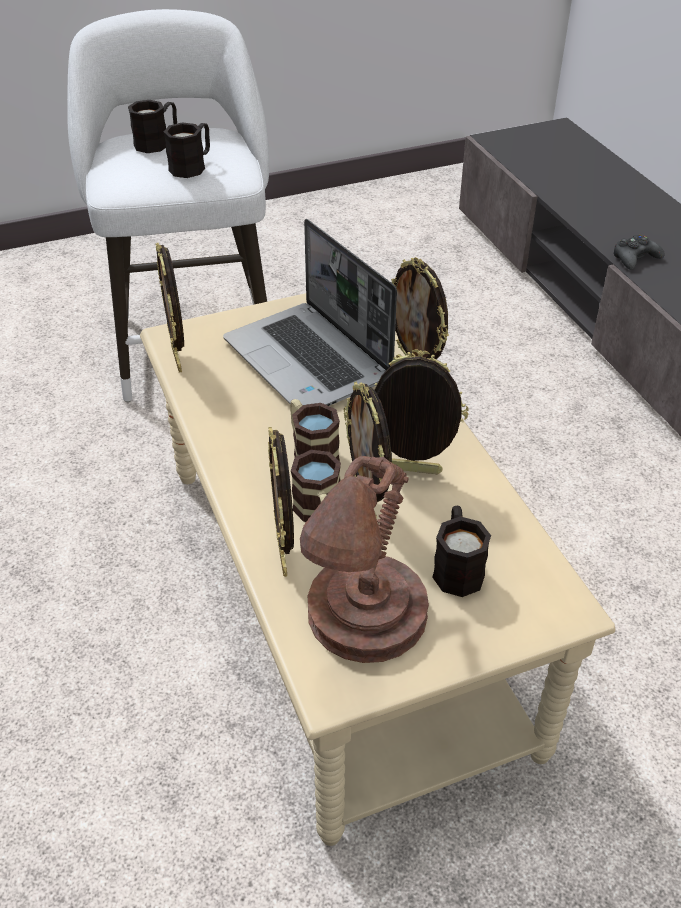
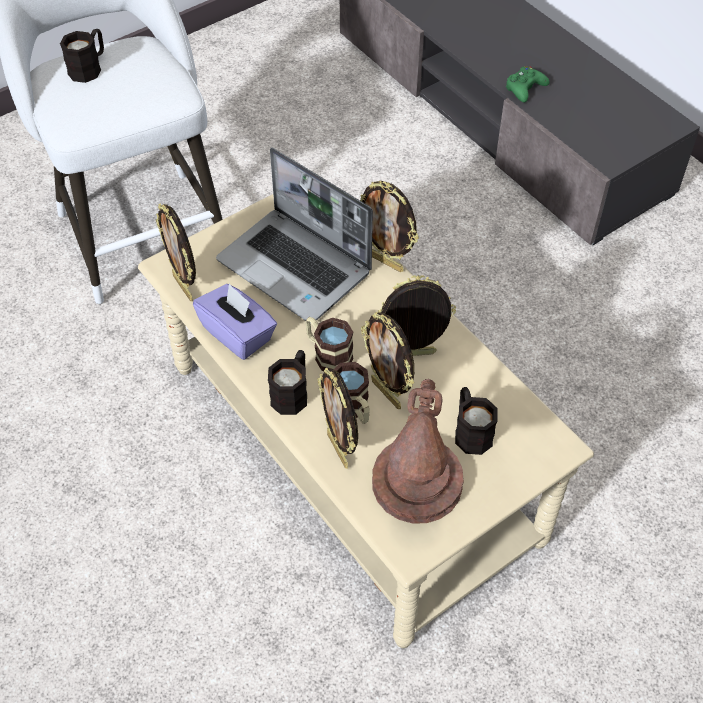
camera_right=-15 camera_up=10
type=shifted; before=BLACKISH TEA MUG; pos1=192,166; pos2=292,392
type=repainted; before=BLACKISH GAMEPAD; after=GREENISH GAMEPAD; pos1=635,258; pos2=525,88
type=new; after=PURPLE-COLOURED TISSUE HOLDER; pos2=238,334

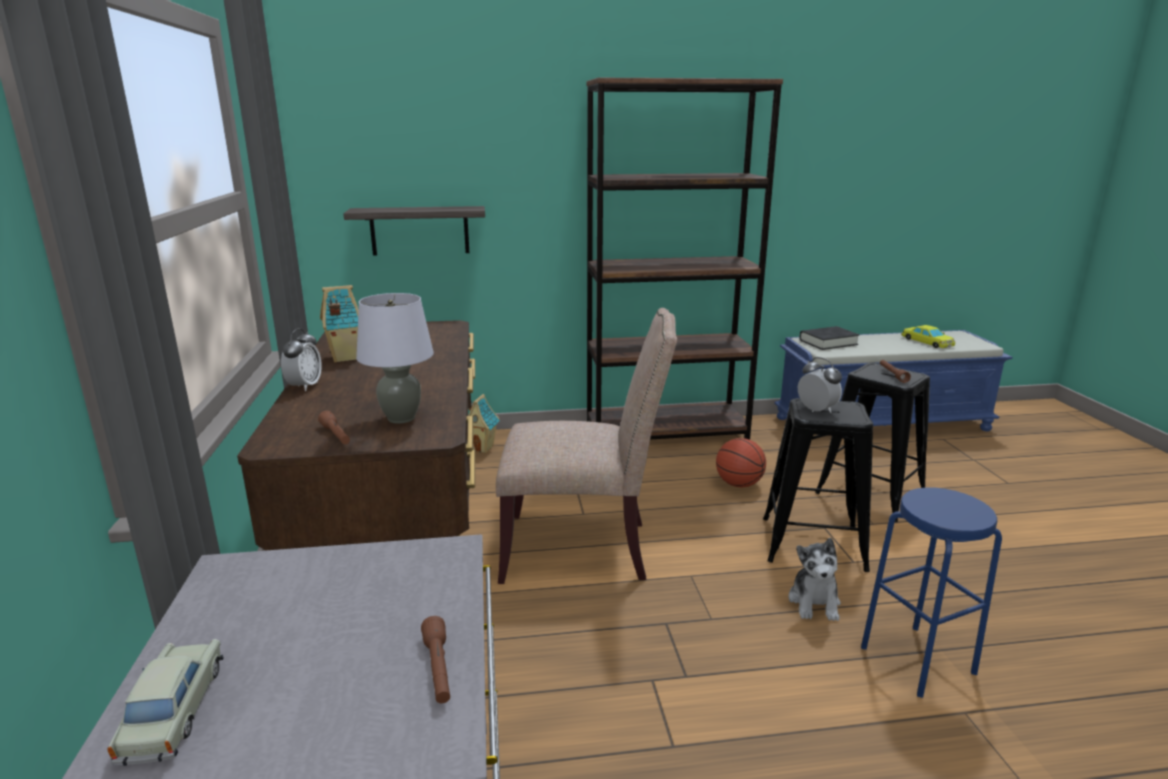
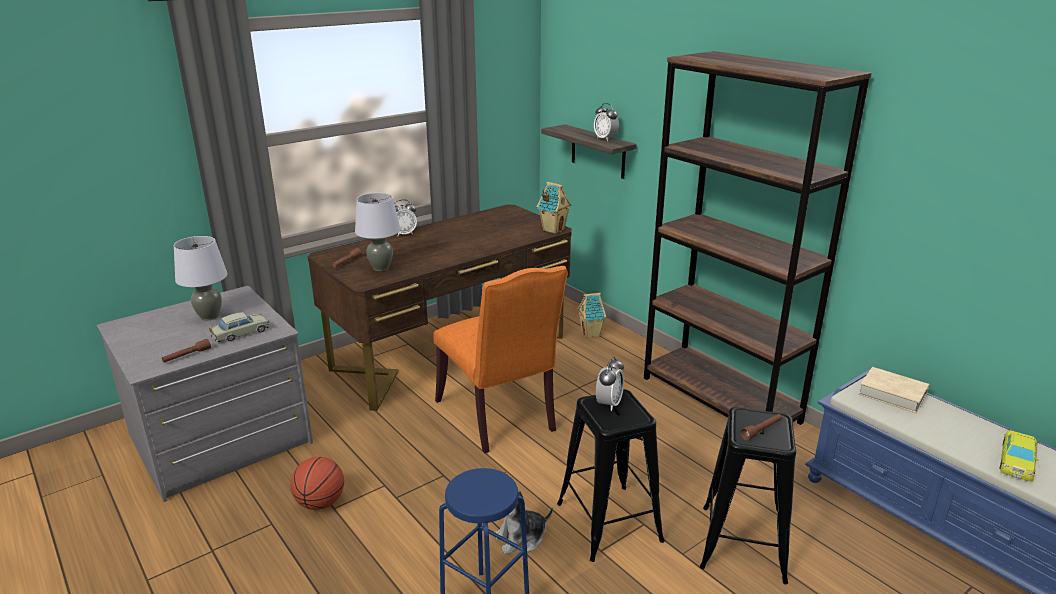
camera_right=60 camera_up=5
type=shifted; before=TOY HOUSE; pos1=344,357; pos2=553,229
type=repainted; before=BEIGE PLAIN CHAIR; after=ORANGE-COLOURED PLAIN CHAIR; pos1=583,549; pos2=500,417
type=repainted; before=BLACKISH BOOK; after=BEIGE BOOK; pos1=828,342; pos2=892,394
type=shifted; before=BASKETBALL; pos1=738,484; pos2=320,503
type=shifted; before=BEIGE MINIATURE CAR; pos1=173,712; pos2=240,333
type=new; after=TABLE CLOCK; pos2=605,139
type=new; after=GRAY TABLETOP LAMP; pos2=209,316

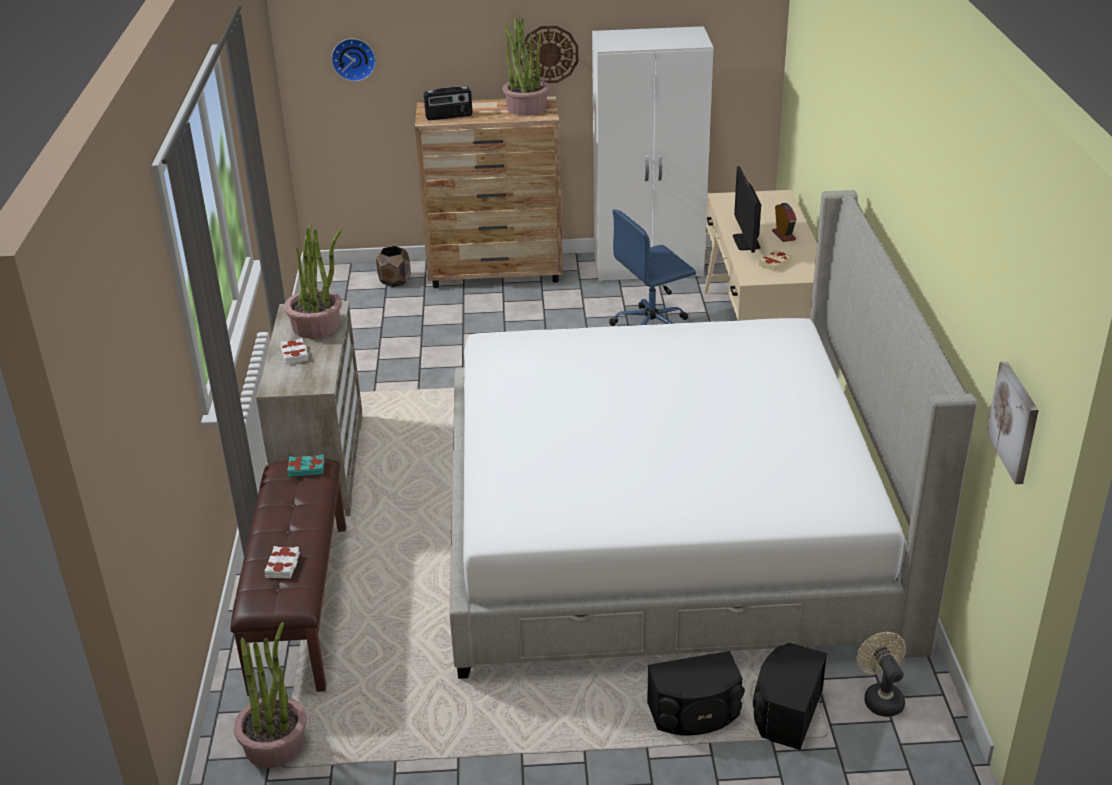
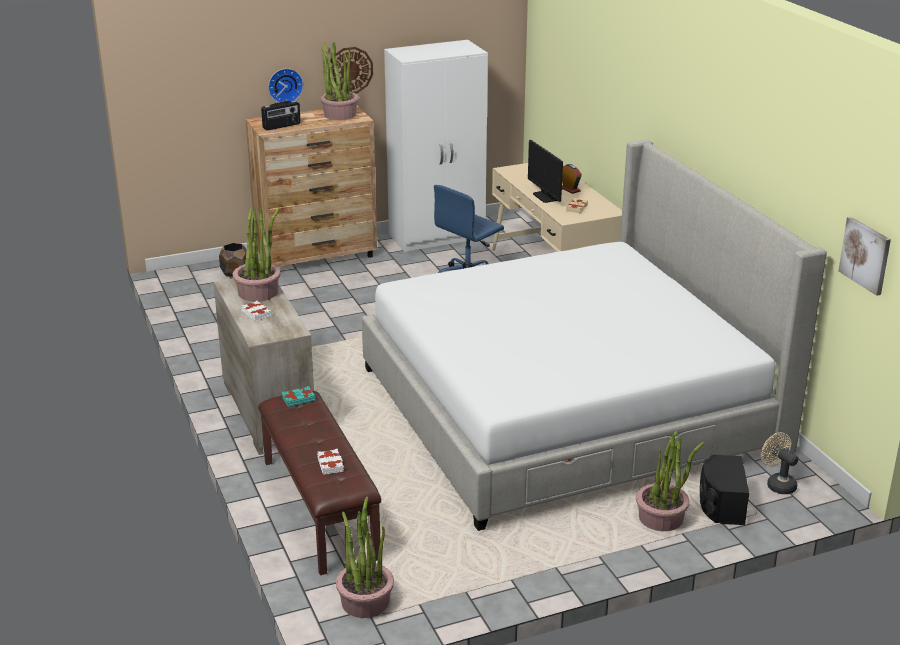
camera_right=-20 camera_up=-5
type=shifted; before=WALL CLOCK; pos1=353,58; pos2=285,85
type=swapped; before=BLACKISH AUDIO SPEAKER; after=HOUSEPLANT; pos1=695,714; pos2=661,518

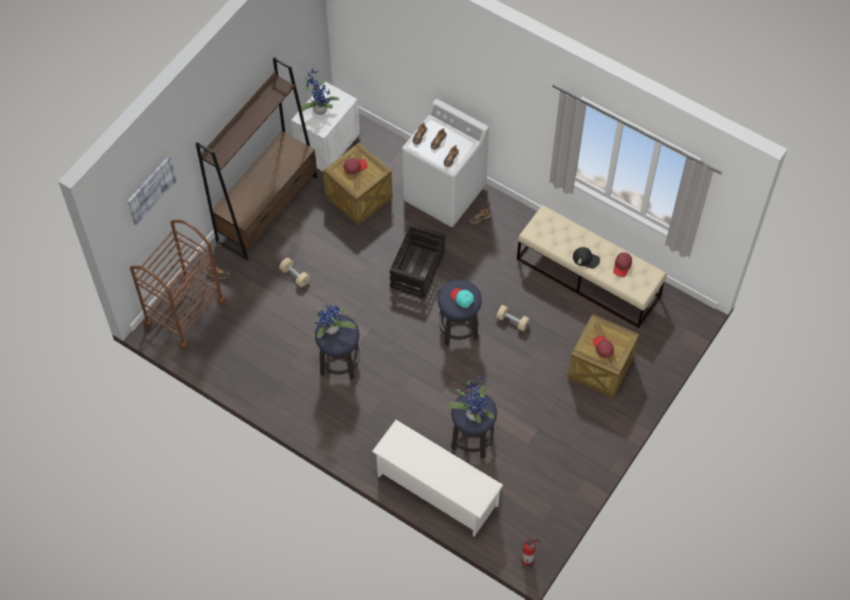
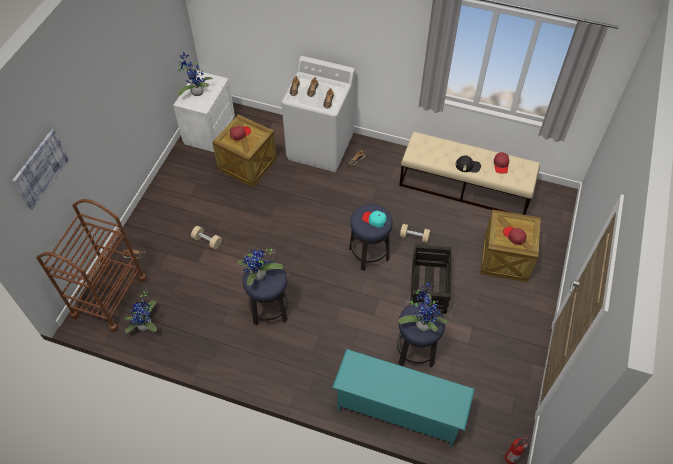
camera_right=-15 camera_up=-5
type=gone; before=BROWN SHELVING UNIT; pos1=267,208
type=shifted; before=PACKING CRATE; pos1=417,270; pos2=429,287
type=repainted; before=WHITE-COLOURED SHOE STAND; after=TURQUOISE-COLOURED SHOE STAND; pos1=436,490; pos2=398,410
type=new; after=HOUSEPLANT; pos2=146,326

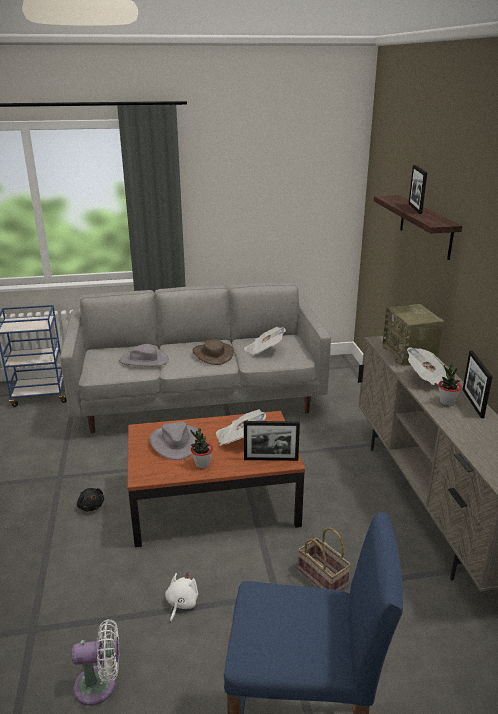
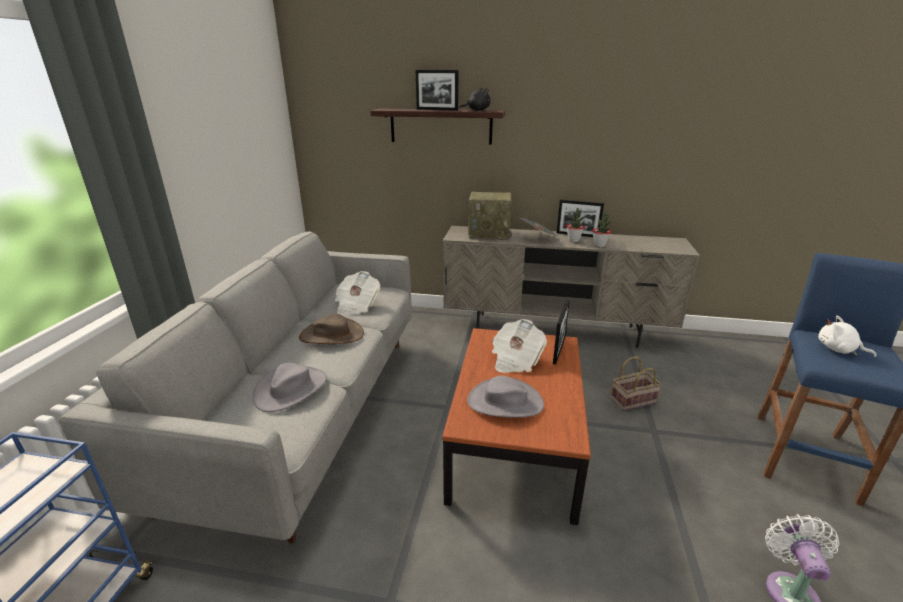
camera_right=-70 camera_up=0
type=shifted; before=HOUSEPLANT; pos1=202,464; pos2=599,245
type=shifted; before=BLACKISH SOFT TOY; pos1=91,506; pos2=476,110
type=shifted; before=WHITE-COLOURED SOFT TOY; pos1=181,603; pos2=838,350

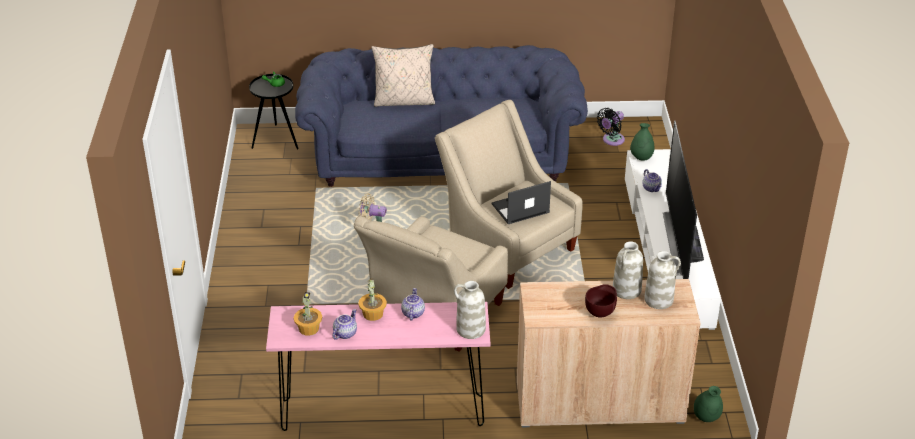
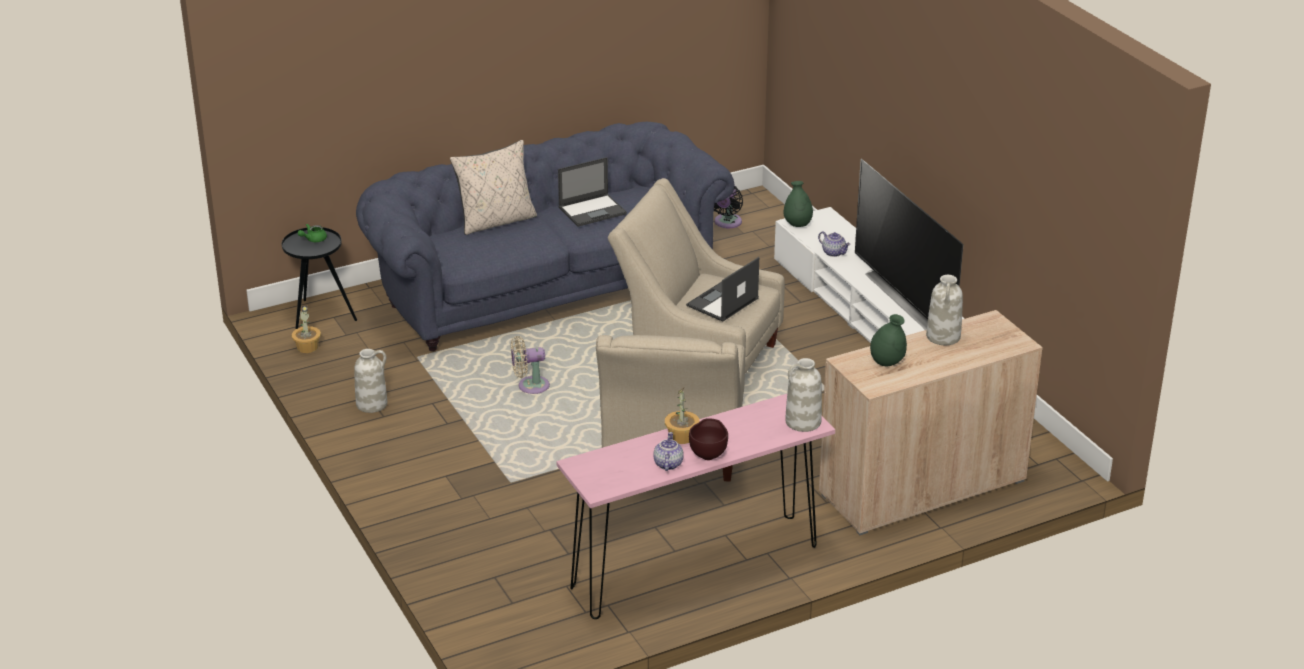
camera_right=-25 camera_up=-5
type=shifted; before=WHITE-COLOURED DECORATIVE VASE; pos1=659,300; pos2=372,404
type=shifted; before=BROWN BOWL; pos1=600,313; pos2=708,455
type=gone; before=POT FOR TEA; pos1=412,313
type=shifted; before=HOUSEPLANT; pos1=309,328; pos2=307,347
type=shifted; before=GREENISH DECORATIVE VASE; pos1=706,417; pos2=887,362
type=new; after=NOTEBOOK COMPUTER; pos2=593,210

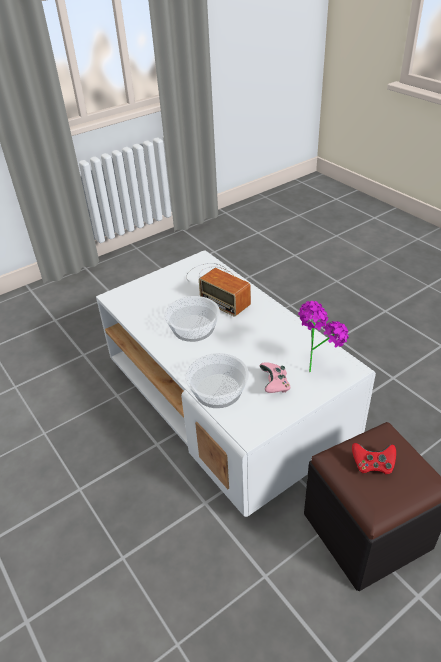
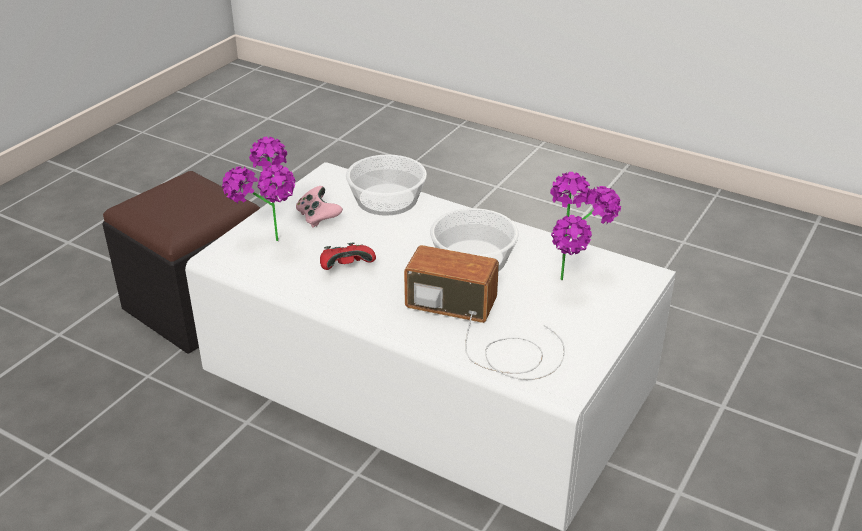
camera_right=155 camera_up=-5
type=shifted; before=REDDISH GAMEPAD; pos1=372,465; pos2=346,268
type=new; after=HOUSEPLANT; pos2=575,285

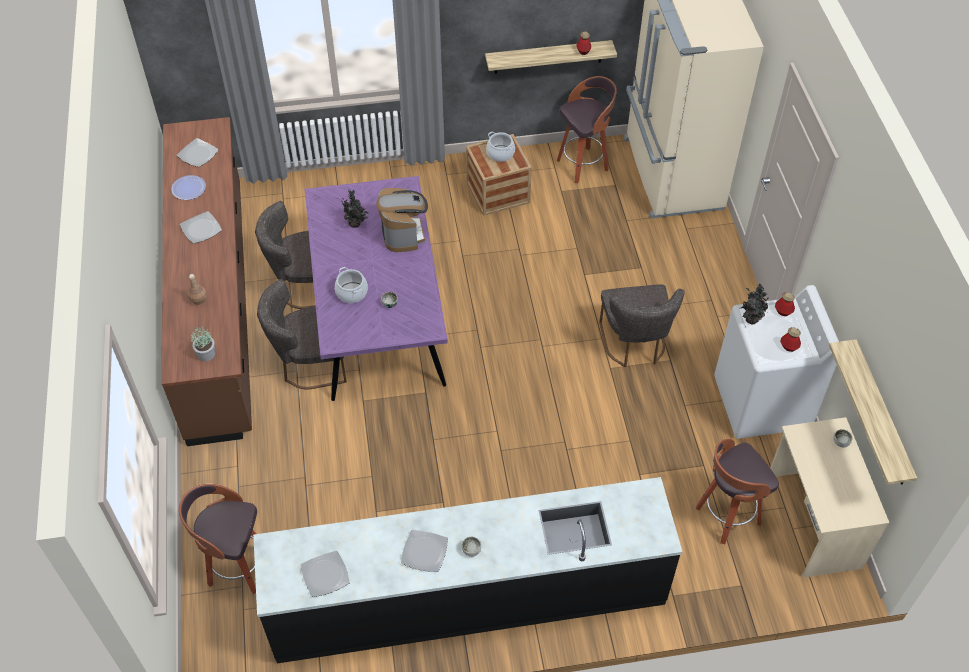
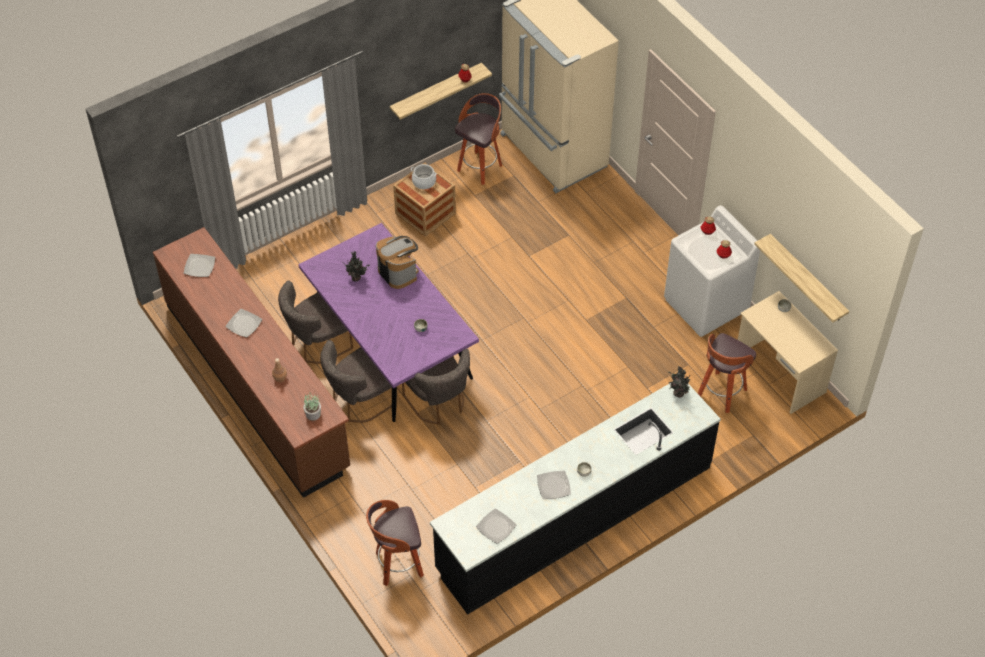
camera_right=-25 camera_up=0
type=gone; before=FLAT DISH; pos1=189,188
type=gone; before=STOCKPOT; pos1=352,292
type=shifted; before=HOUSEPLANT; pos1=750,319; pos2=678,393
type=shifted; before=GRAY PLAIN CHAIR; pos1=634,345; pos2=438,403

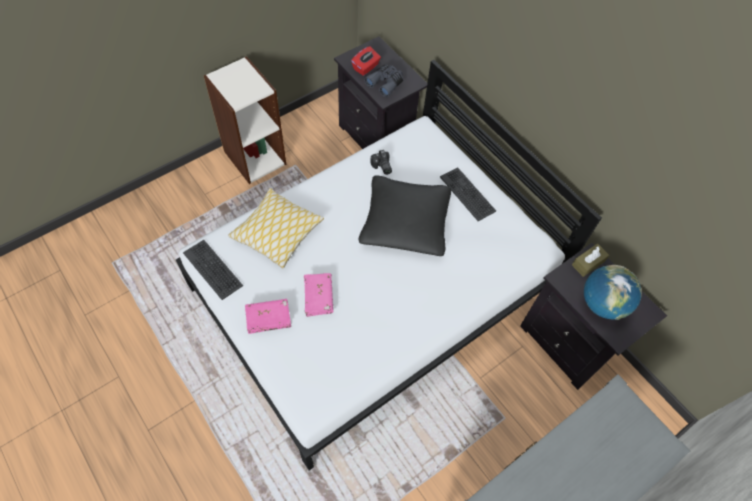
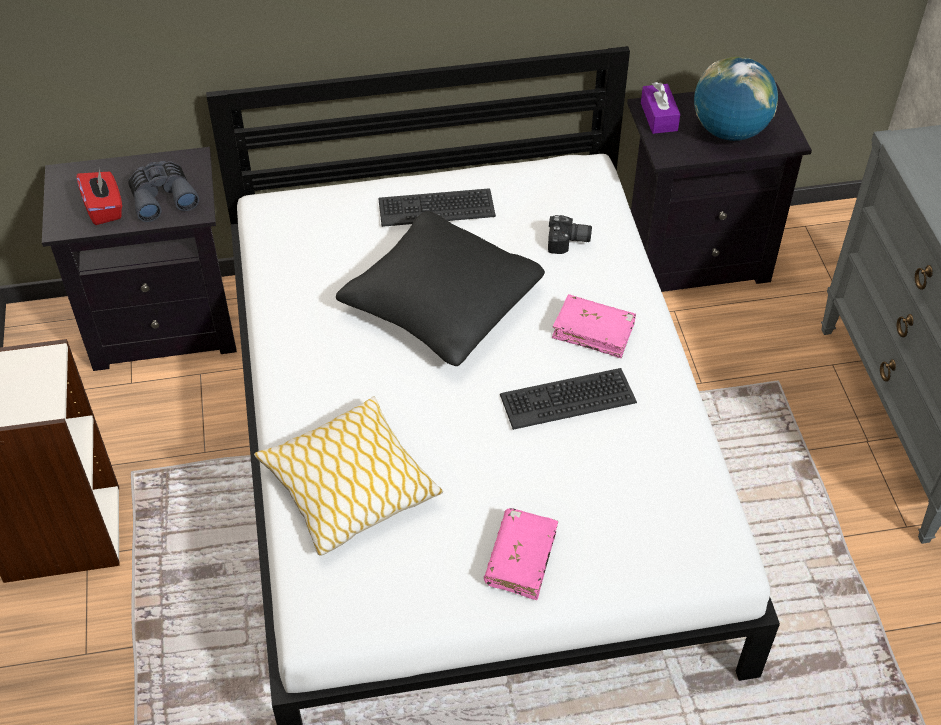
camera_right=-60 camera_up=-10
type=shifted; before=PHOTO CAMERA; pos1=381,167; pos2=568,242
type=shifted; before=KEYBOARD; pos1=213,269; pos2=567,398
type=repainted; before=BROWN TISSUE HOLDER; after=PURPLE-COLOURED TISSUE HOLDER; pos1=588,263; pos2=659,117
type=shifted; before=PINK-COLOURED BOOK; pos1=318,297; pos2=593,332

